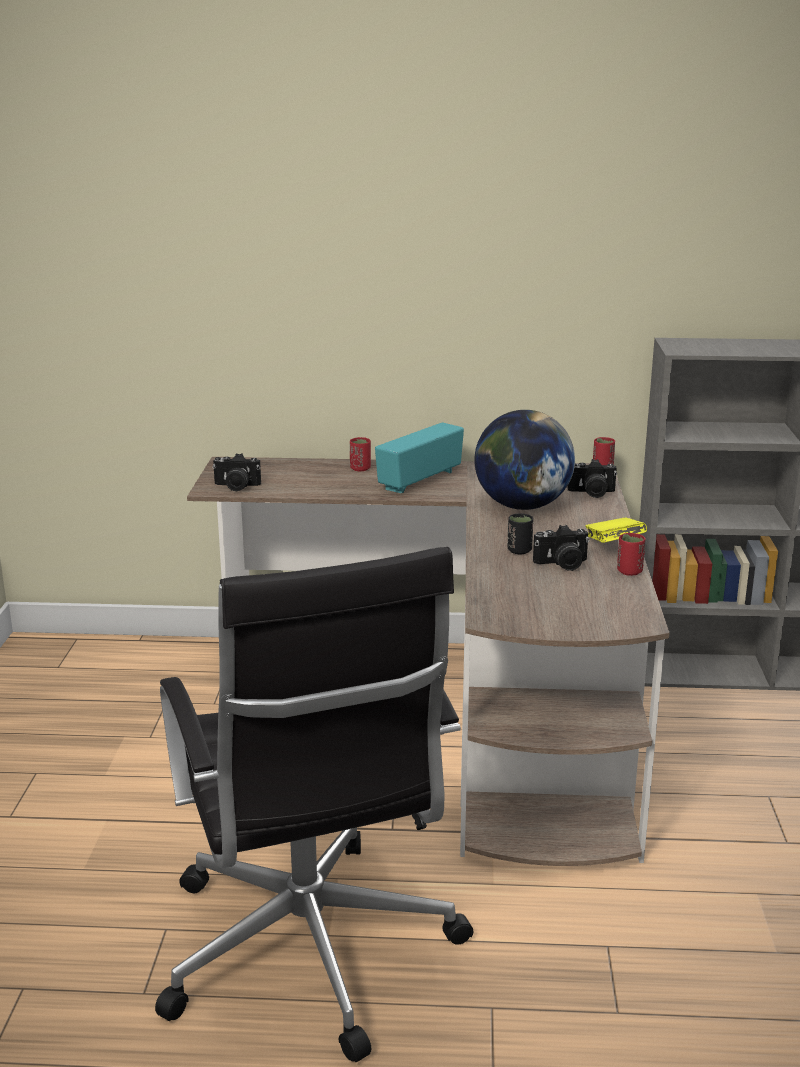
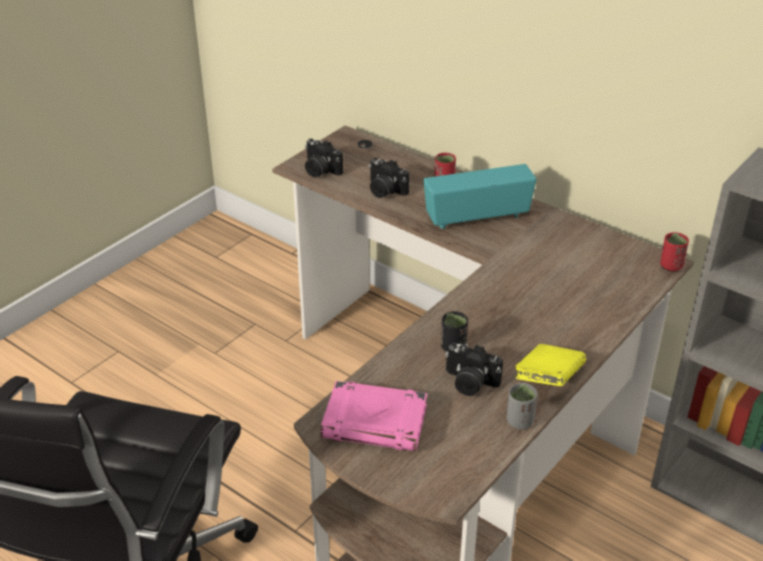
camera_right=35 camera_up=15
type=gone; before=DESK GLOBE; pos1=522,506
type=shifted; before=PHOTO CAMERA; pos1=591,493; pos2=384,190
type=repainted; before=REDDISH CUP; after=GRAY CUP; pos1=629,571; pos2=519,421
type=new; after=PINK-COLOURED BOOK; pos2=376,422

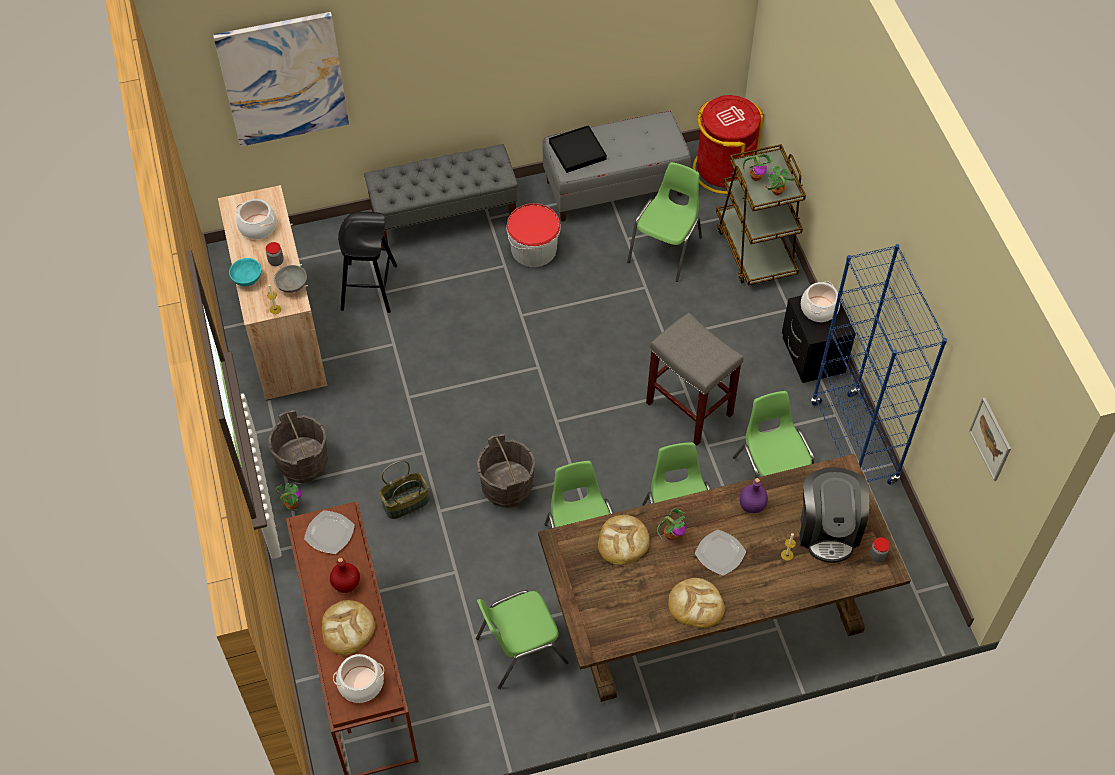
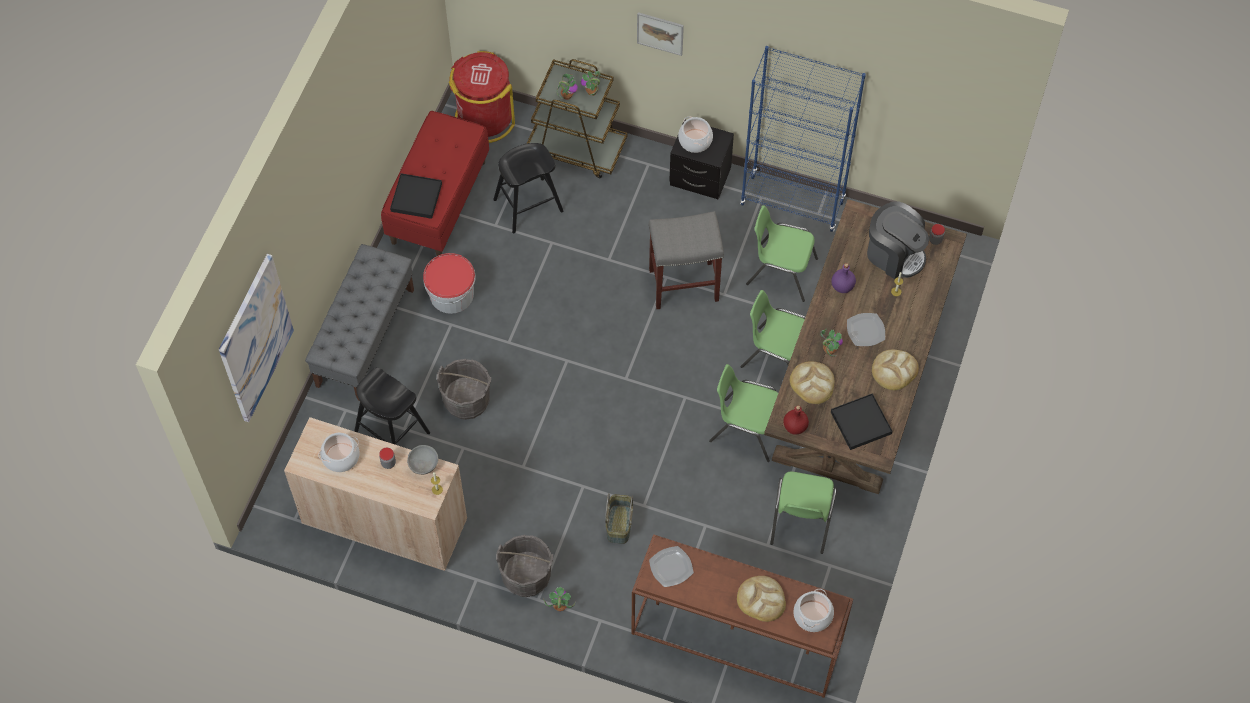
camera_right=-55 camera_up=5
type=repainted; before=GRAY INDOOR BENCH; after=REDDISH INDOOR BENCH; pos1=614,187; pos2=438,201
type=swapped; before=GREENISH PLAIN CHAIR; after=BLACKISH SITTING STOOL; pos1=666,249; pos2=528,205
type=gone; before=TURQUOISE-COLOURED BOWL; pos1=247,279
type=shifted; before=PICTURE; pos1=990,439; pos2=660,33
type=shifted; before=GRAY PAIL; pos1=507,487; pos2=466,401
type=shifted; before=REDDISH DRINK BOTTLE; pos1=346,583; pos2=794,427
type=new; after=BLACKISH SERVING TRAY; pos2=860,423

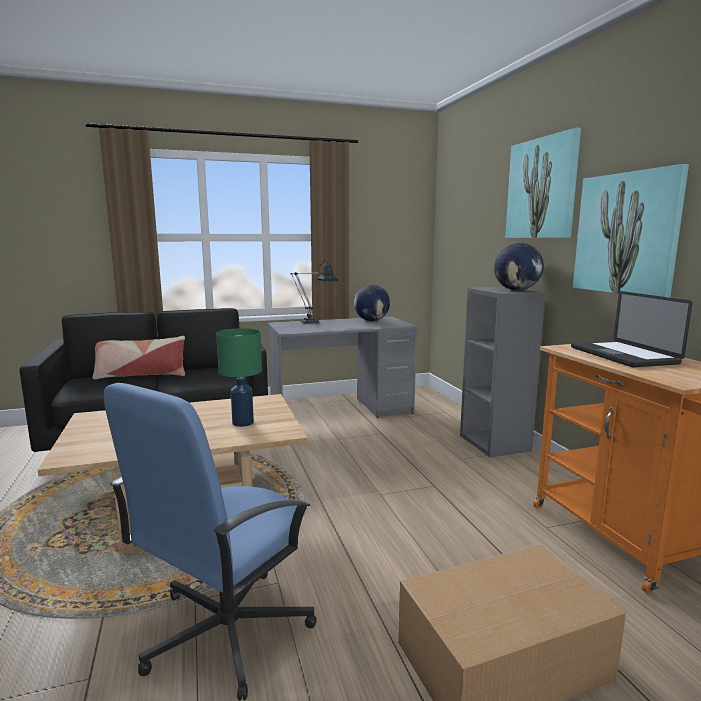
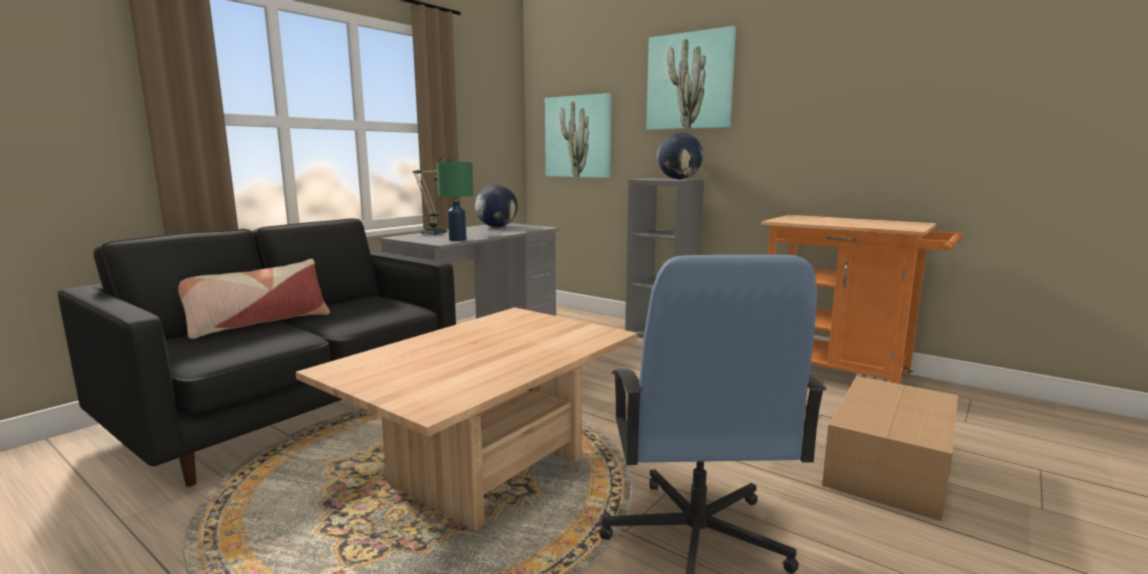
camera_right=-35 camera_up=0
type=shifted; before=PICTURE; pos1=625,234; pos2=578,136
type=gone; before=NOTEBOOK COMPUTER; pos1=622,355
type=shifted; before=GREENISH TABLETOP LAMP; pos1=243,423; pos2=458,239

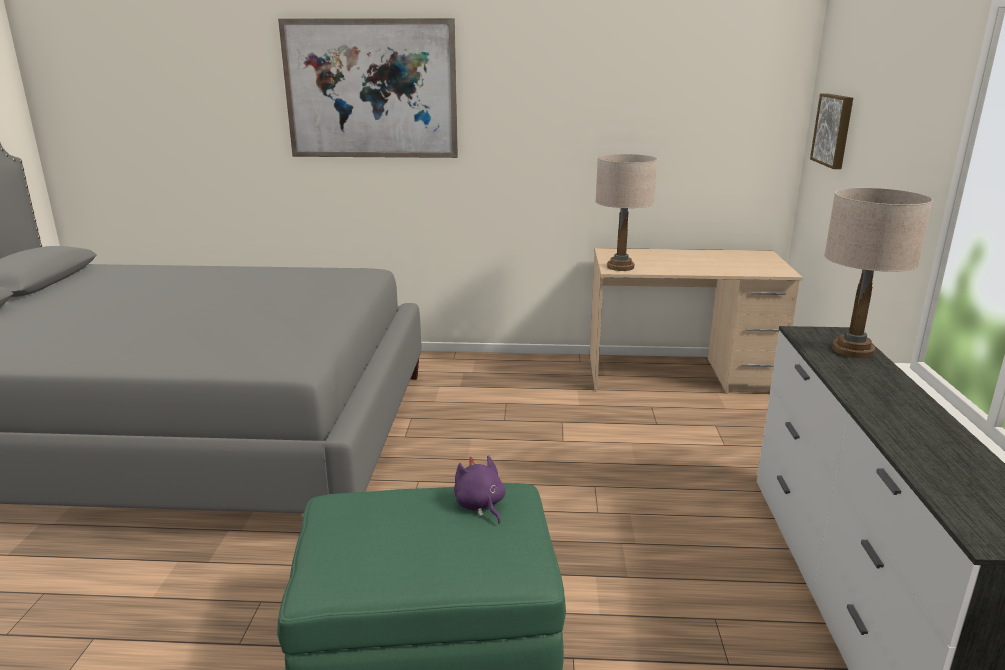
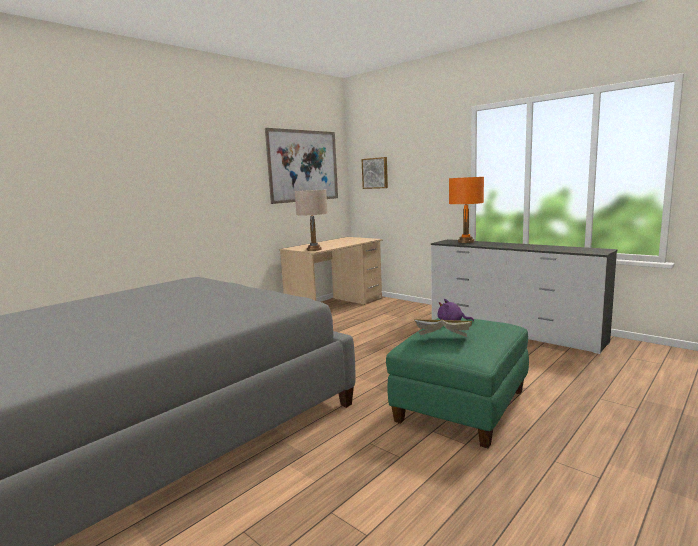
camera_right=-50 camera_up=-10
type=shifted; before=PICTURE; pos1=370,90; pos2=304,166
type=repainted; before=BEIGE TABLETOP LAMP; after=ORANGE-COLOURED TABLETOP LAMP; pos1=853,350; pos2=466,241
type=new; after=BOOK; pos2=443,339

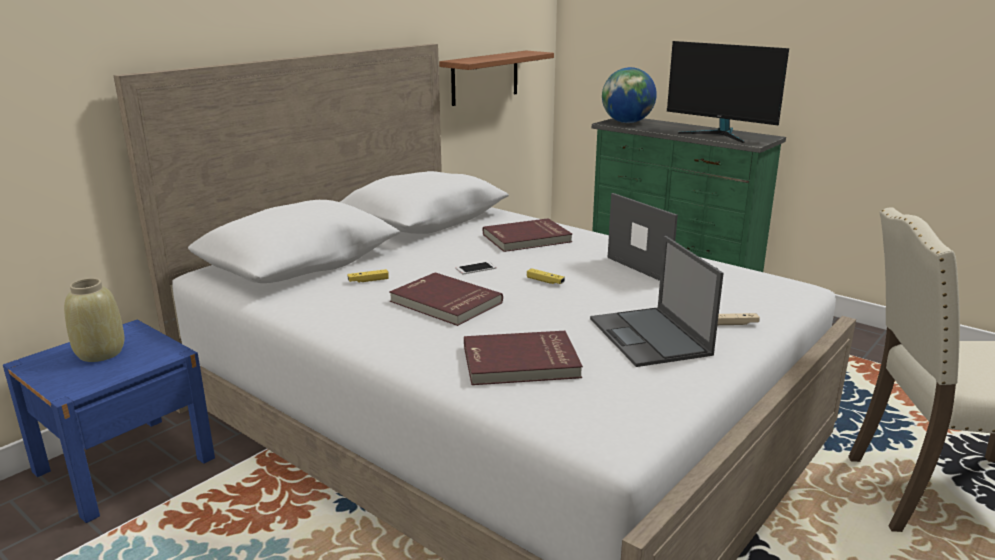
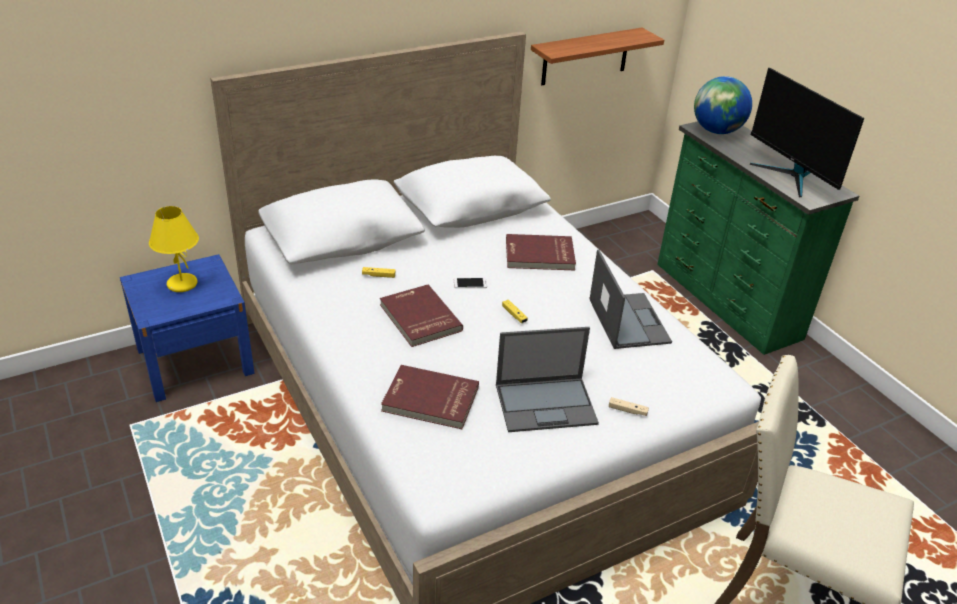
camera_right=20 camera_up=15
type=rotated; before=NOTEBOOK COMPUTER; pos1=650,337; pos2=547,404; turn=-105
type=swapped; before=BEIGE DECORATIVE VASE; after=YELLOWISH TABLETOP LAMP; pos1=99,353; pos2=181,284

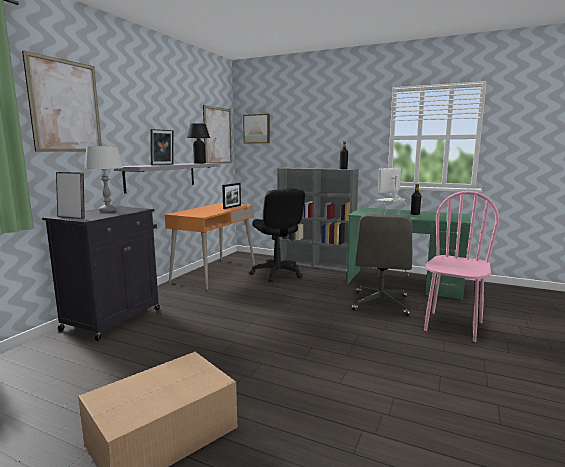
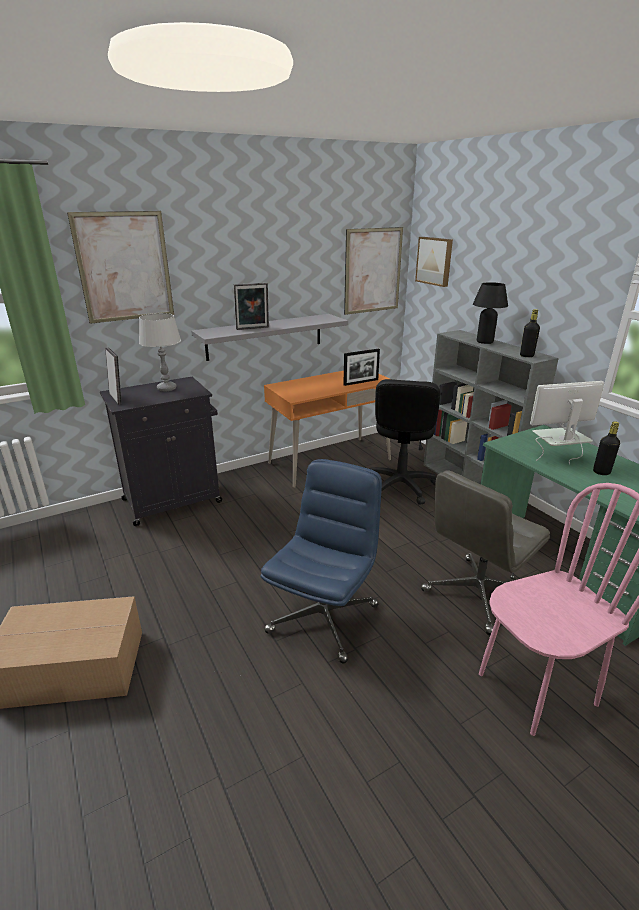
camera_right=35 camera_up=15
type=shifted; before=BLACKISH TABLETOP LAMP; pos1=199,163; pos2=484,342
type=new; after=BLUE-COLOURED DESK CHAIR; pos2=323,617

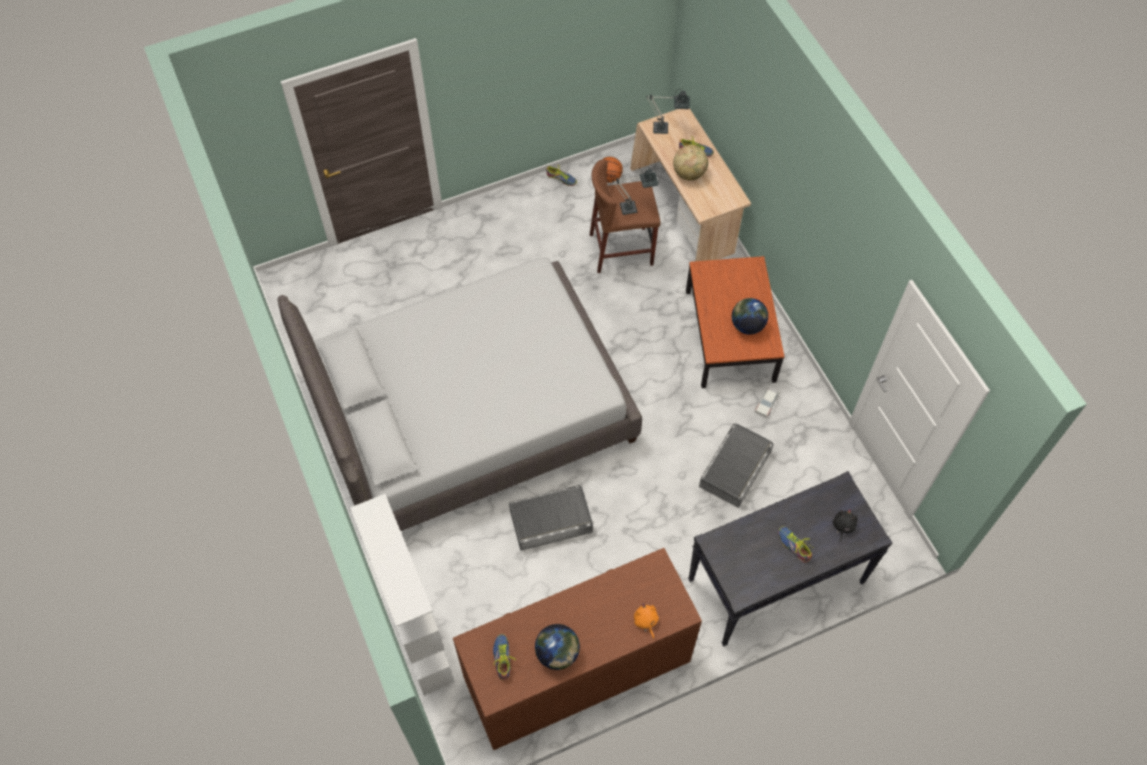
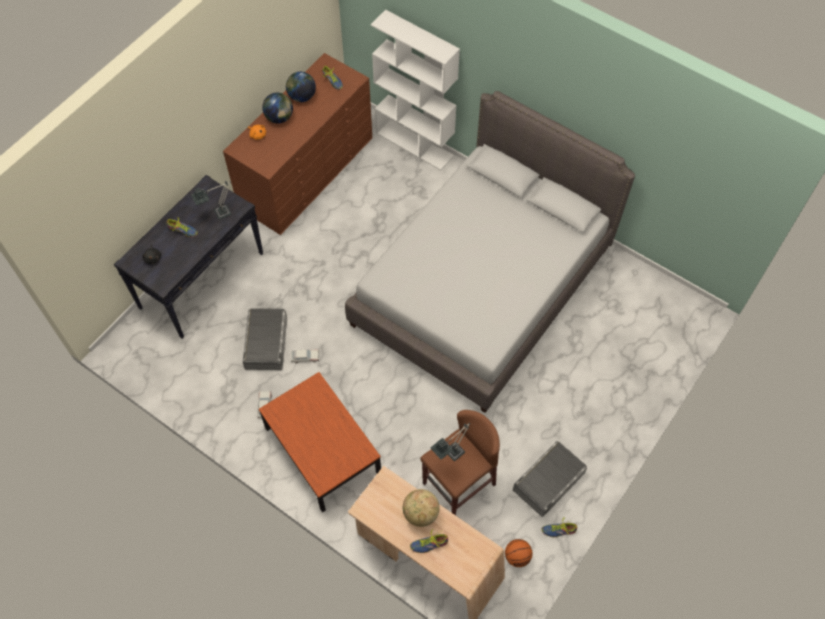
camera_right=150 camera_up=0
type=shifted; before=TABLETOP LAMP; pos1=665,128; pos2=218,214
type=shifted; before=DESK GLOBE; pos1=747,325; pos2=279,118
type=shifted; before=GRAY STORAGE BOX; pos1=551,521; pos2=548,481
type=new; after=MINIATURE CAR; pos2=305,357

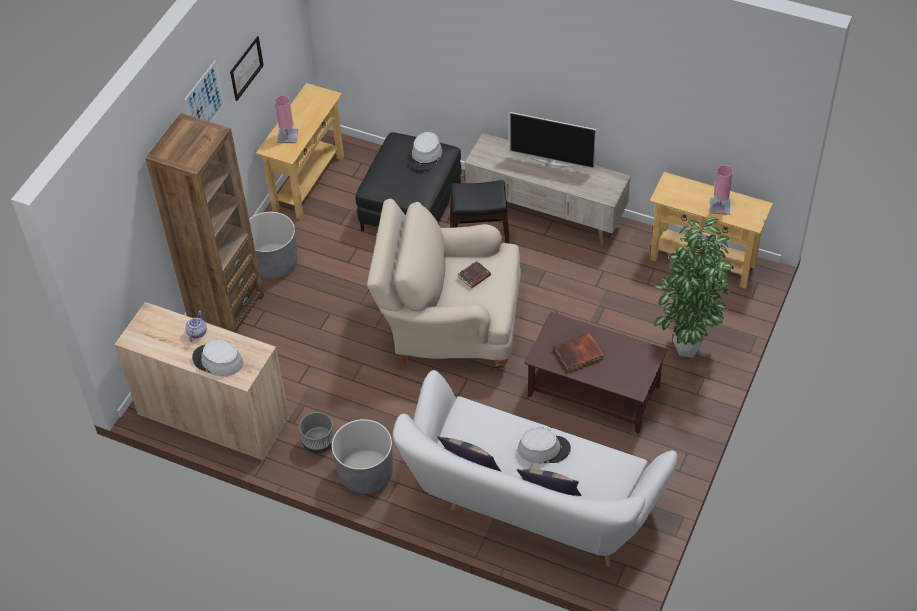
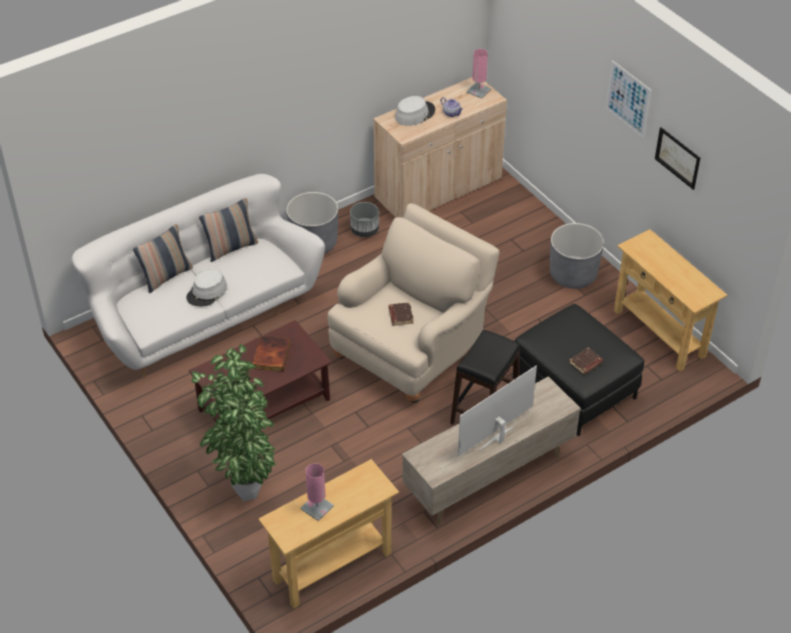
camera_right=120 camera_up=-5
type=shifted; before=PINK-COLOURED TABLETOP LAMP; pos1=287,136; pos2=478,90
type=gone; before=BROWN SHELVING UNIT; pos1=226,309
type=swapped; before=GRAY HAT; after=BROWN BOOK; pos1=425,156; pos2=586,363

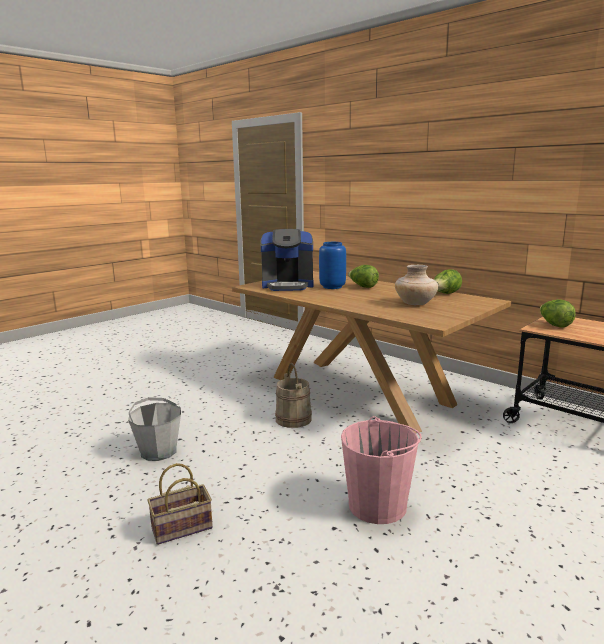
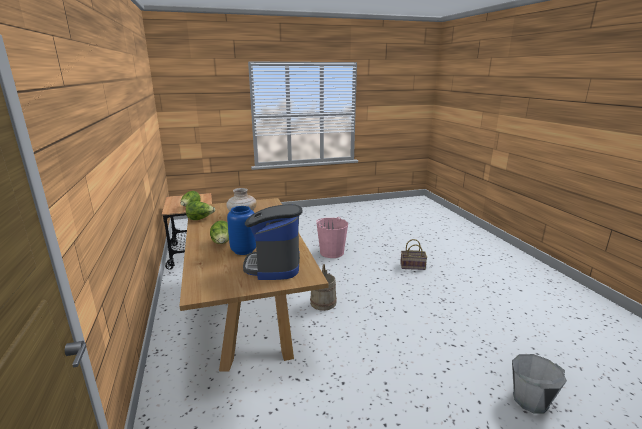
camera_right=-150 camera_up=5
type=rotated; before=COFFEE MACHINE; pos1=288,285; pos2=274,265; turn=-120
type=shifted; before=GRAY PAIL; pos1=158,451; pos2=530,400

